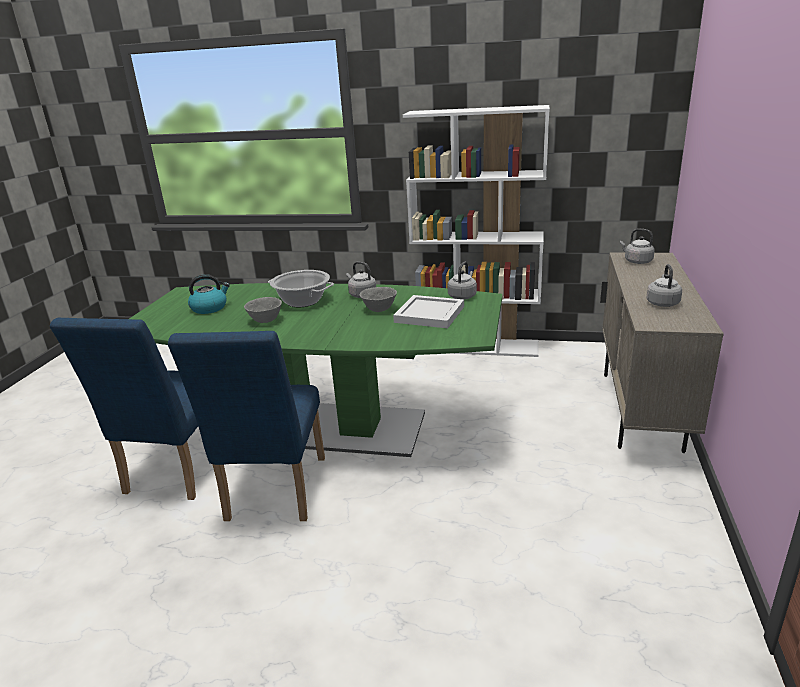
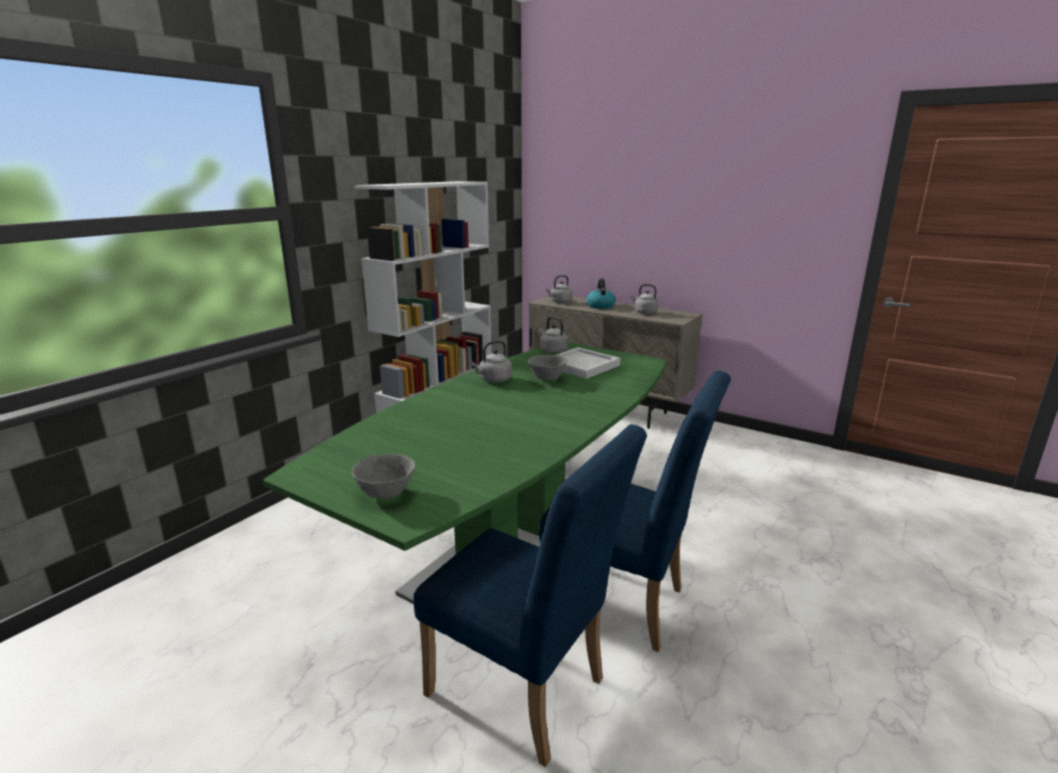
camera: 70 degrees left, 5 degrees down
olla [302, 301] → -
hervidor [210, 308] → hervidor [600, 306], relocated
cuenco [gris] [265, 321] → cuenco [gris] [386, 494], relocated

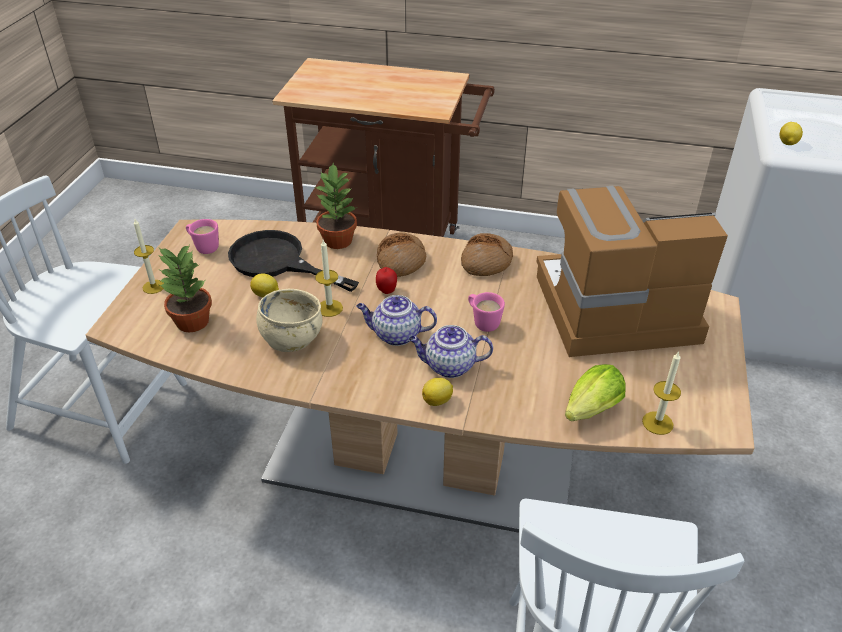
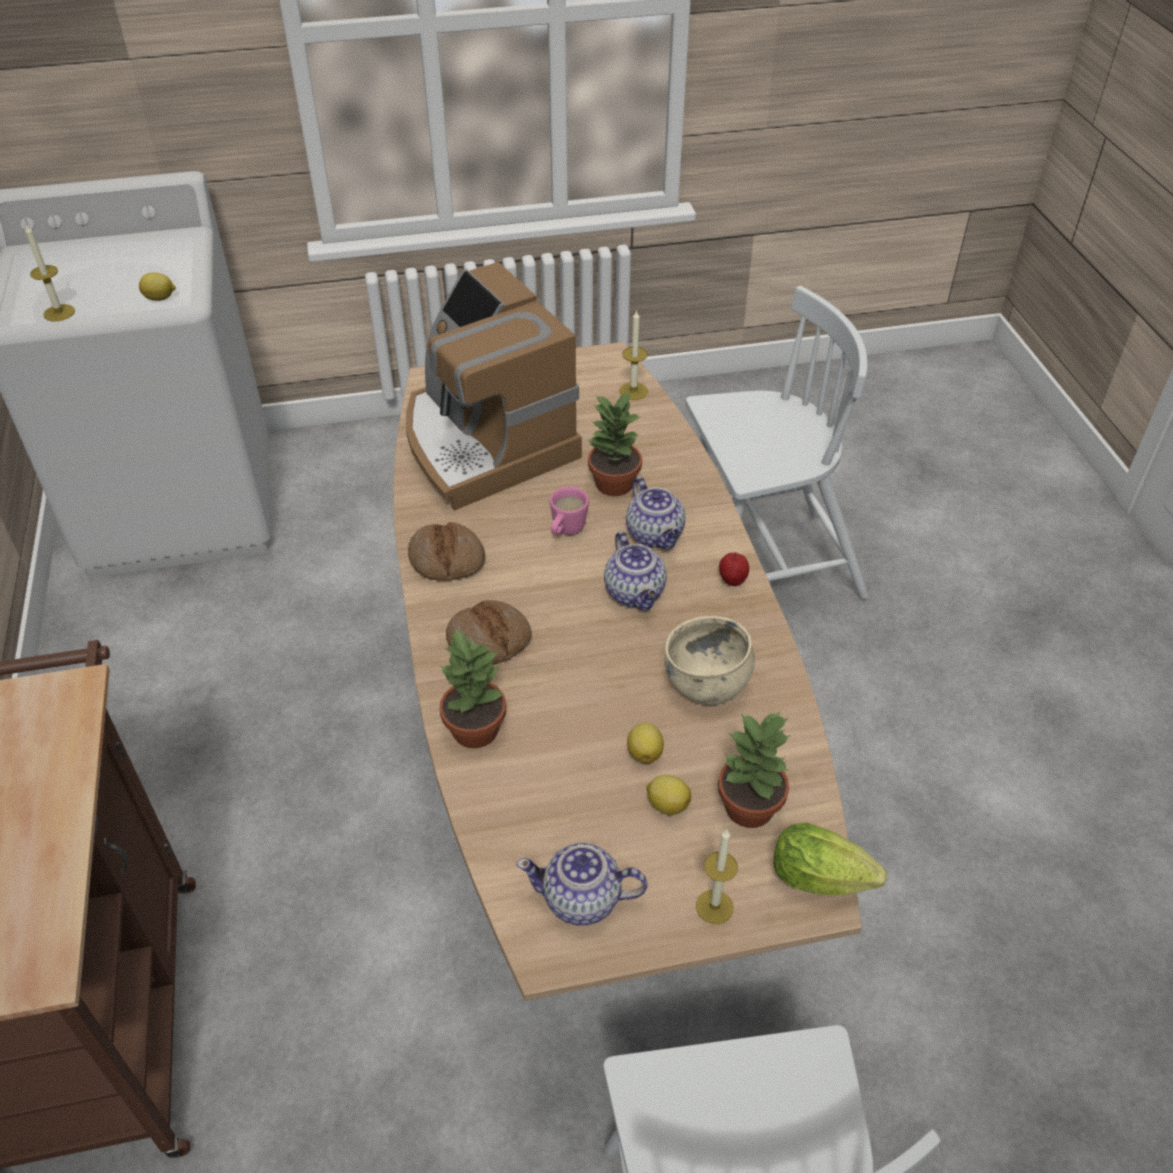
camera: 115 degrees left, 5 degrees up
sartén [negro] [278, 262] → -
- → planta en maceta [613, 484]
vela [329, 308] → vela [59, 313], relocated
manzana [386, 290] → manzana [732, 582], relocated
limón [438, 400] → limón [667, 804], relocated
lechuga [589, 412] → lechuga [825, 880], relocated
taza grande [rosa] [204, 247] → tetera [583, 900]

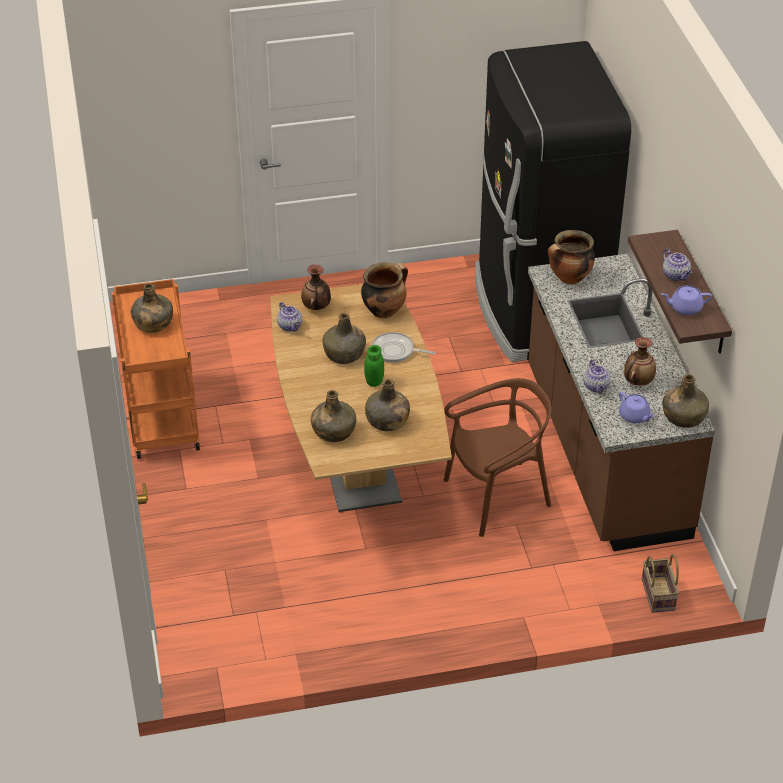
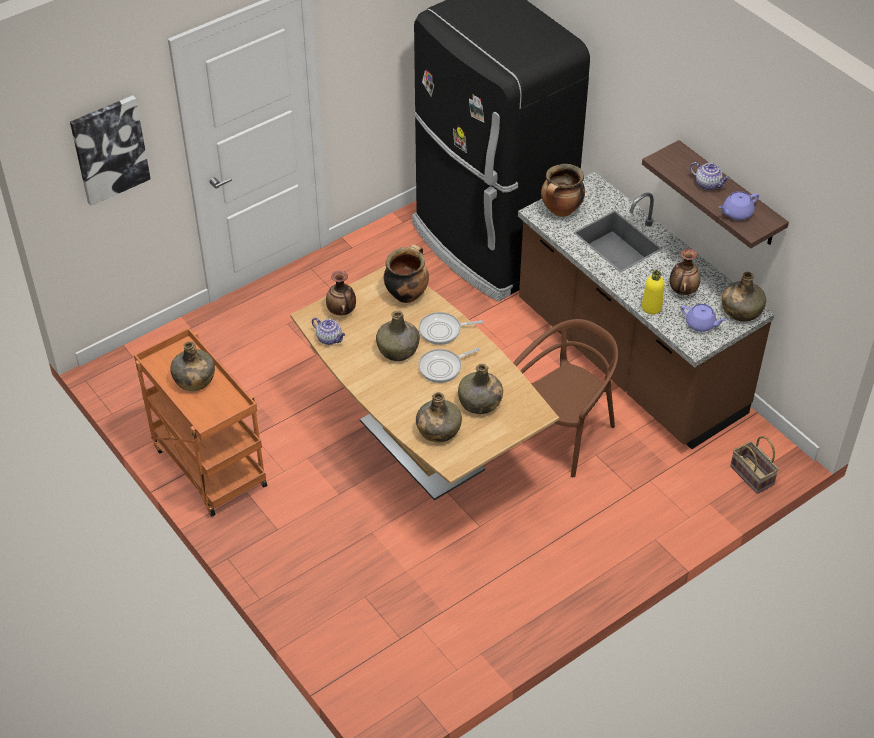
camera: 25 degrees left, 5 degrees up
- → cuadro [109, 149]
tarro [verde] [374, 381] → sartén [443, 367]
tetera [596, 387] → botella [amarillo] [651, 307]

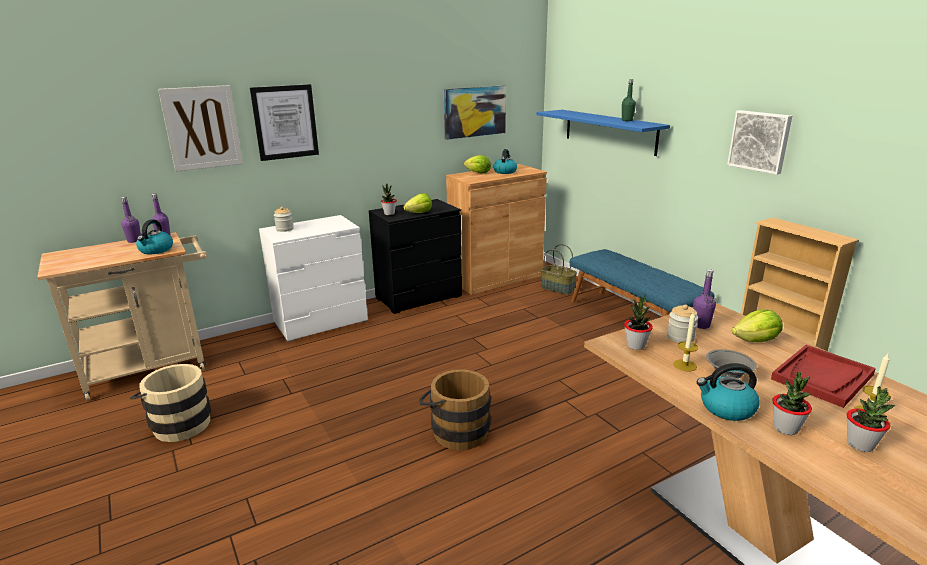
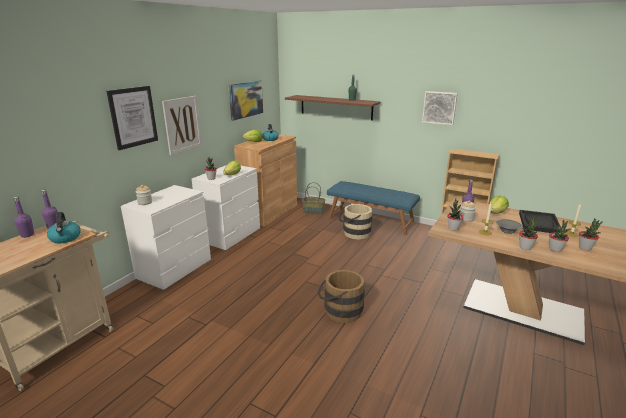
camera: 30 degrees left, 0 degrees up
cubo [beis] [179, 423] → cubo [beis] [354, 233], relocated
cuadro [202, 128] → cuadro [182, 124], relocated
hervidor [726, 408] → planta en maceta [525, 247]
cómoda [negro] [419, 297] → cómoda [blanco] [231, 236]
estante [azul] [609, 131] → estante [marrón] [336, 107]
bandeja [rojo] [822, 377] → bandeja [negro] [539, 223]

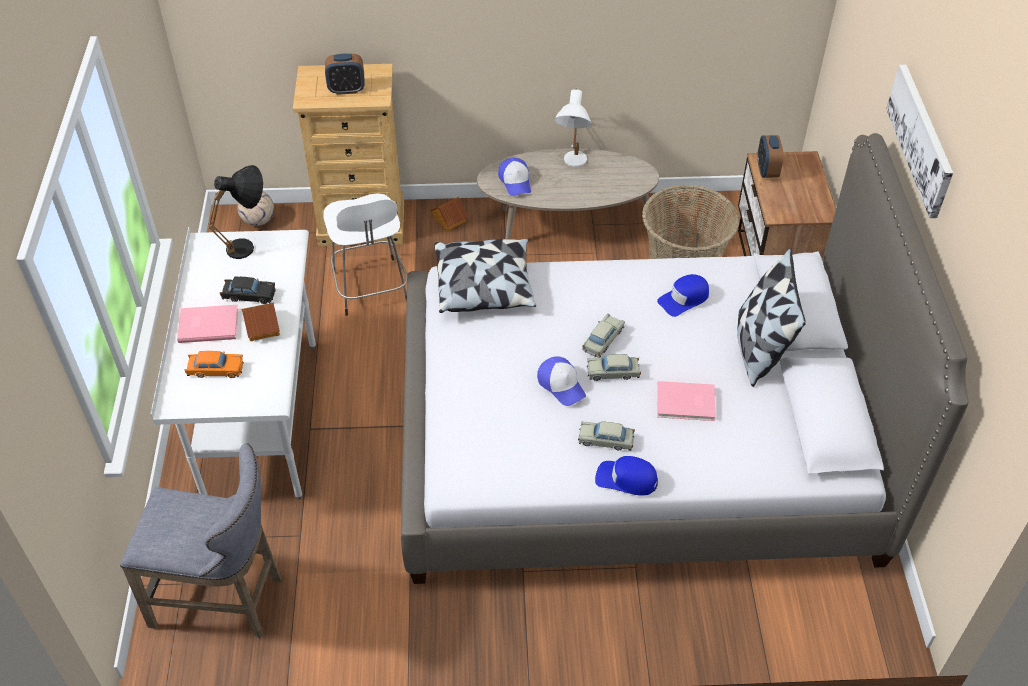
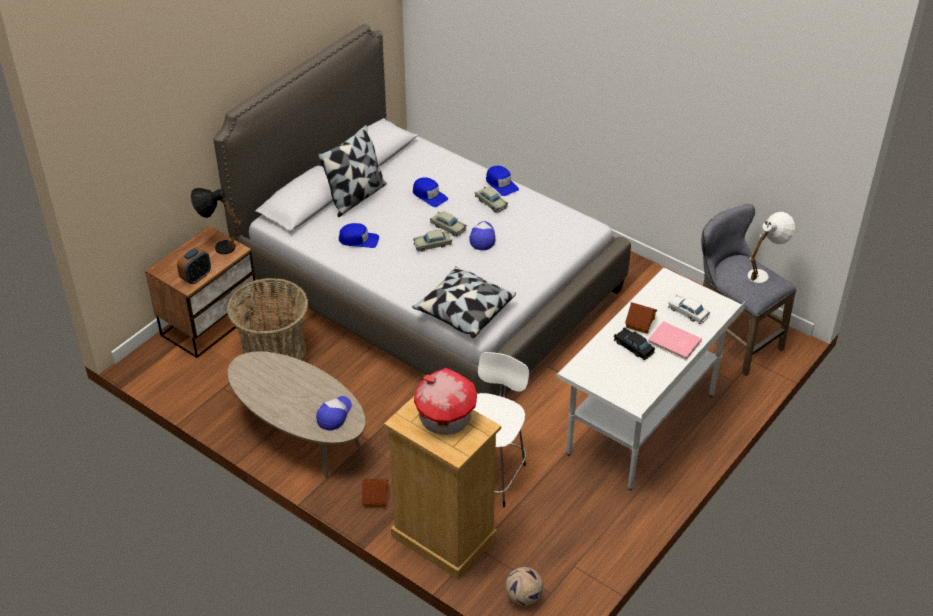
camera: 140 degrees left, 5 degrees down
cuadro [921, 138] → -
lámpara de mesa [negro] [250, 246] → lámpara de mesa [negro] [218, 246], relocated
lámpara de mesa [blanco] [572, 165] → lámpara de mesa [blanco] [764, 274], relocated
despertador [346, 89] → casita [444, 418]
libro [rosa] [686, 404] → gorra [azul] [429, 195]
coche de juguete [naranja] [215, 369] → coche de juguete [blanco] [688, 313]

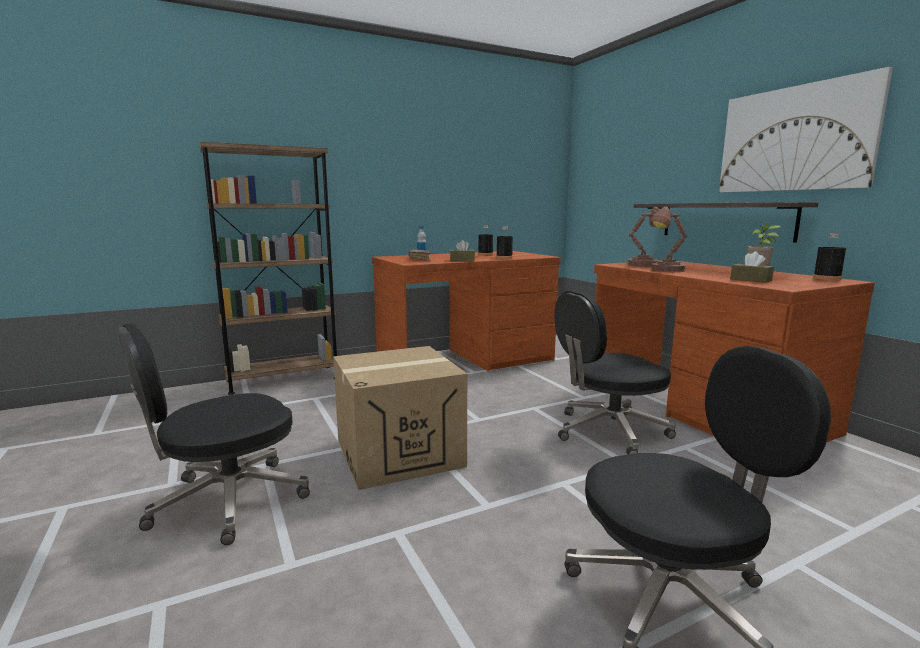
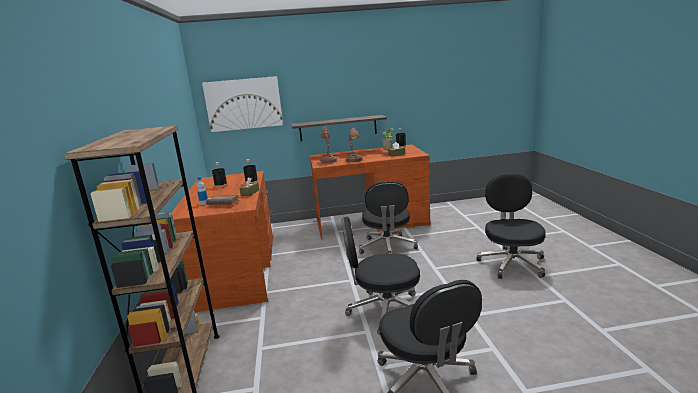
camera: 70 degrees left, 5 degrees up
cuadro [794, 139] → cuadro [243, 104], relocated
caja de cartón [399, 453] → silla de oficina [negro] [384, 310]

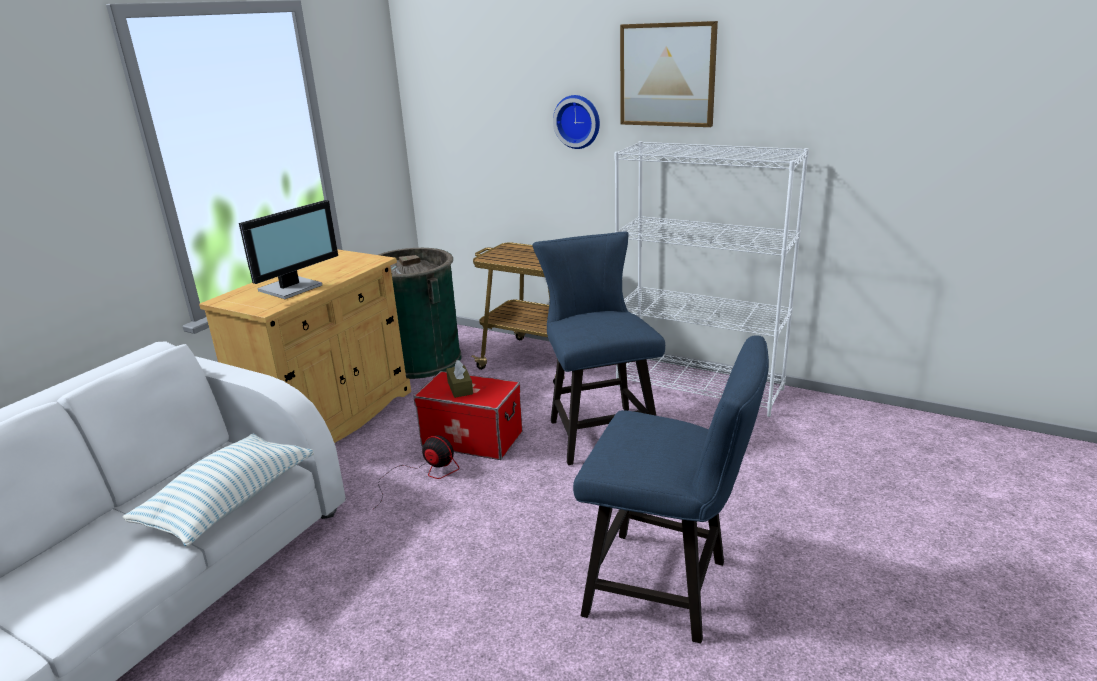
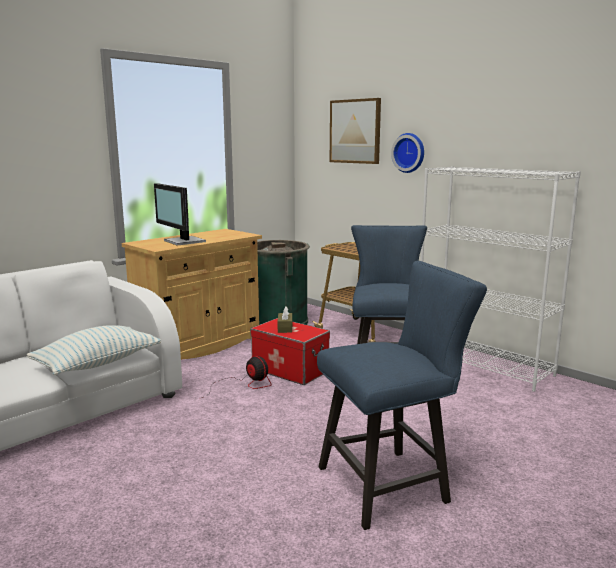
camera: 15 degrees right, 10 degrees down
cuadro [667, 75] → cuadro [355, 131], relocated
monitor [292, 288] → monitor [183, 241], 90 degrees clockwise
silla [azul] [667, 589] → silla [azul] [391, 483], 60 degrees counterclockwise

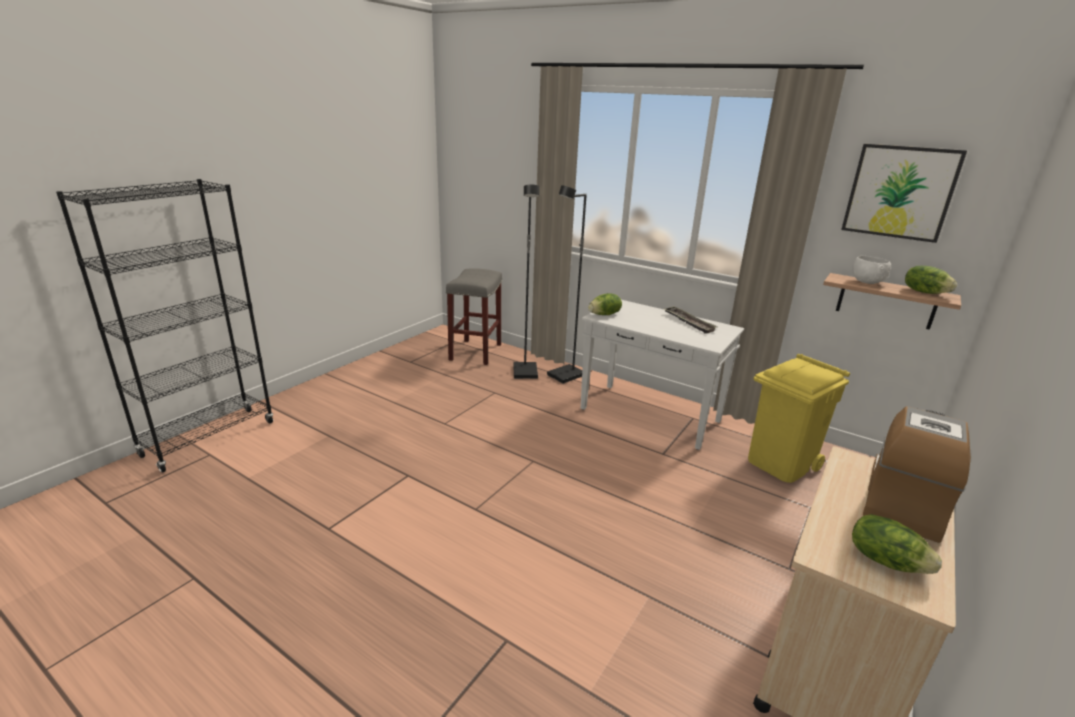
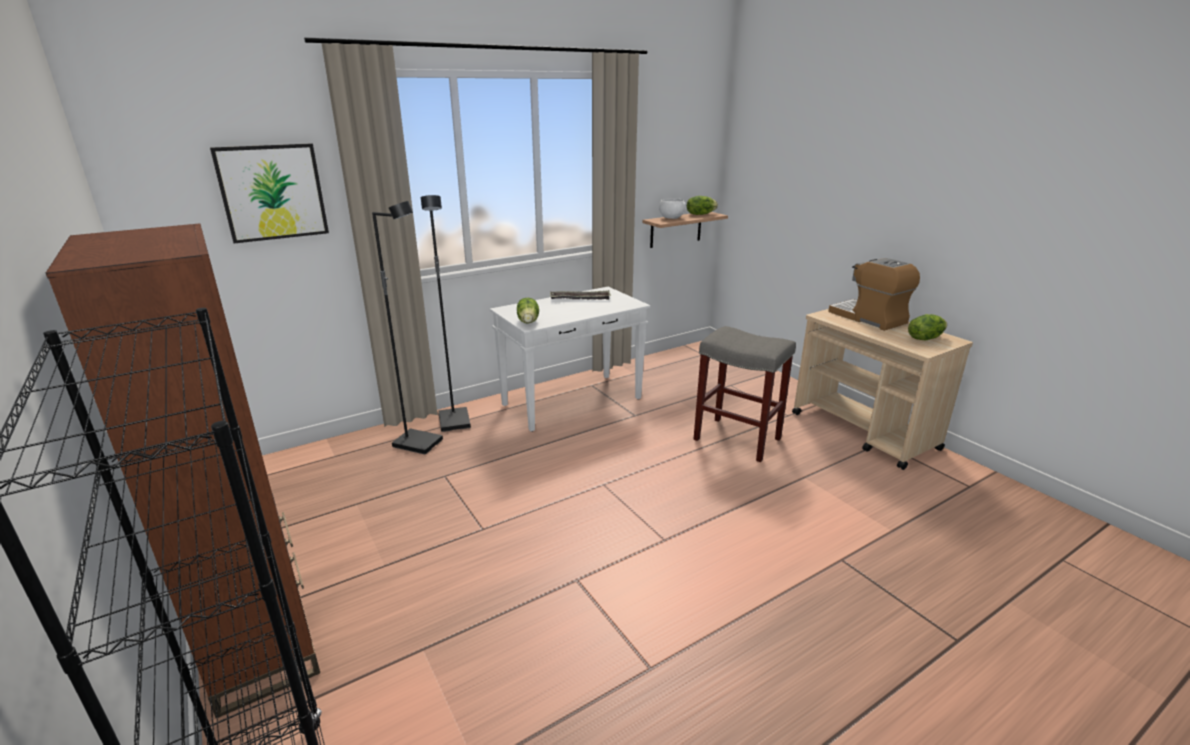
camera: 65 degrees left, 0 degrees up
papelera [amarillo] [781, 463] → -
- → estantería [marrón] [262, 647]
taburete [gris] [475, 351] → taburete [gris] [735, 439], relocated
cuadro [900, 192] → cuadro [272, 192], relocated

